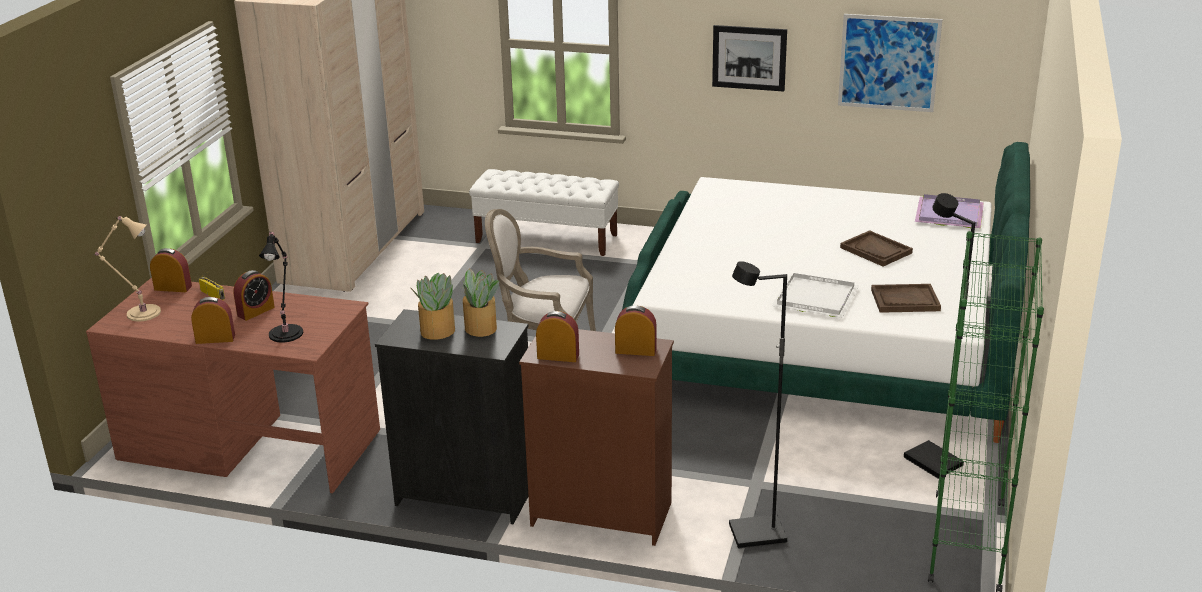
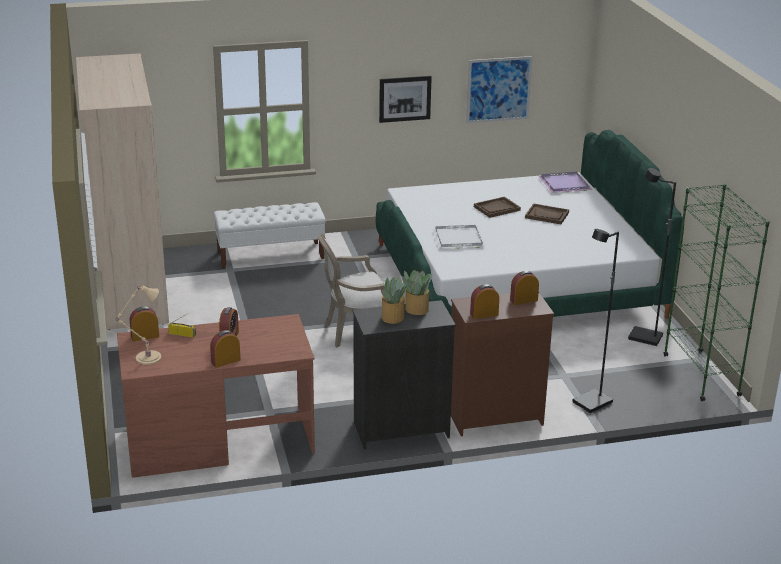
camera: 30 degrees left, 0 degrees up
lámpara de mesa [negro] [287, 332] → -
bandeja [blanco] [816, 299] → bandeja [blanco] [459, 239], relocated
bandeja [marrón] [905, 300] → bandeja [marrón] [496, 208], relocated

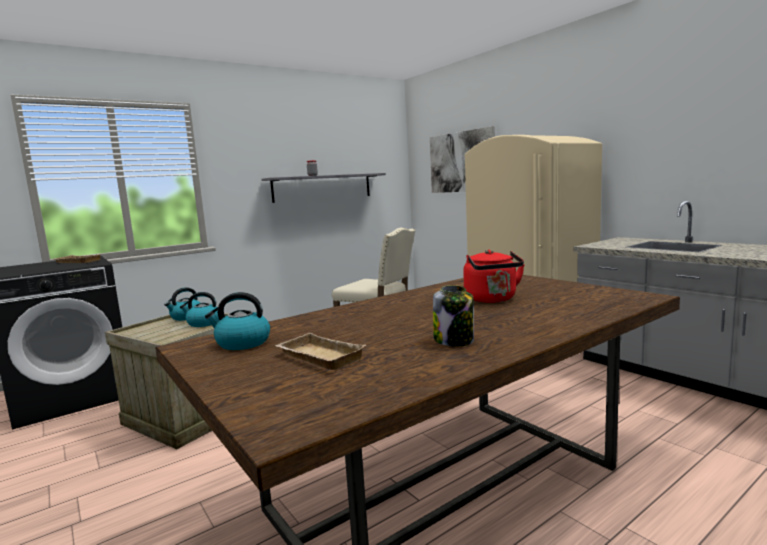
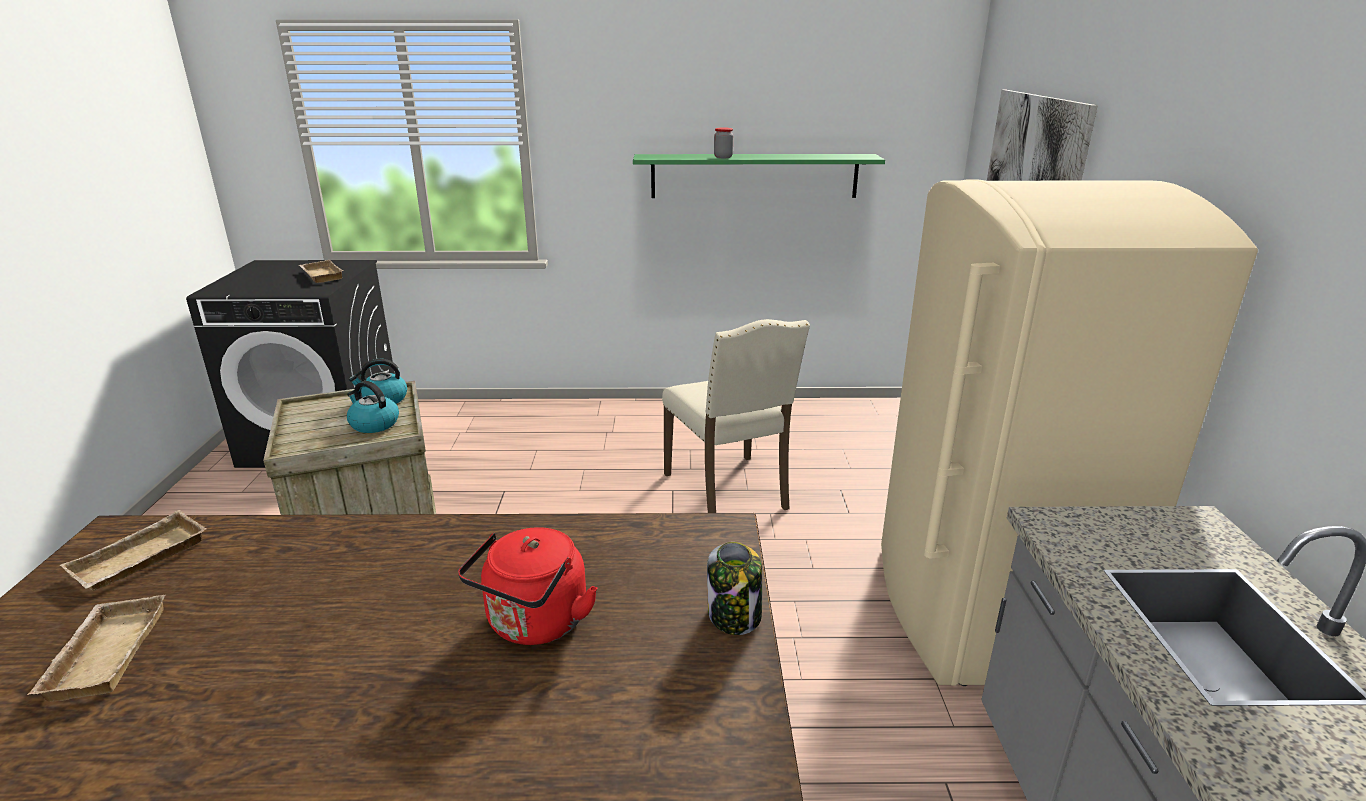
camera: 35 degrees right, 15 degrees up
tarro [454, 340] → tarro [735, 616], relocated
hervidor [242, 343] → bandeja [beis] [140, 560]
estante [gris] [323, 187] → estante [verde] [754, 176]

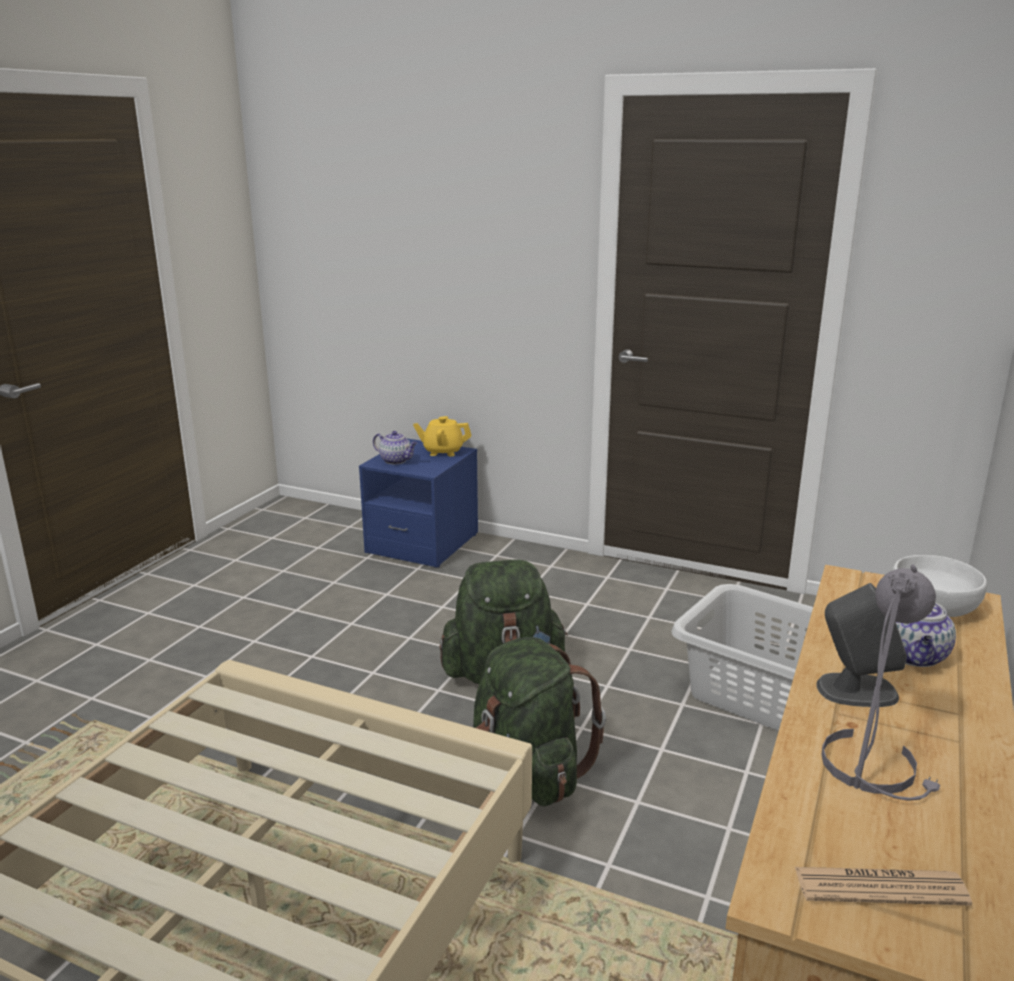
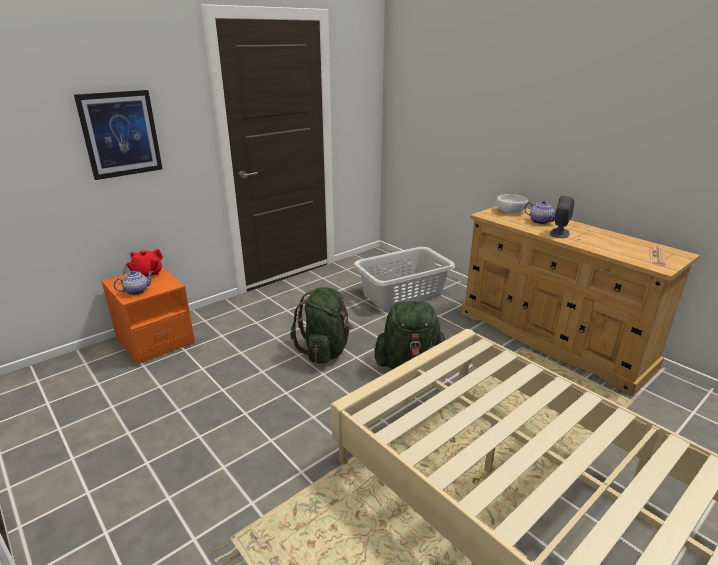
camera: 65 degrees left, 5 degrees up
lámpara de mesa [gris] [875, 766] → -
- → cuadro [120, 134]
mesita de noche [azul] [422, 543] → mesita de noche [naranja] [155, 340]
tetera [amarillo] [443, 451] → tetera [rojo] [147, 274]

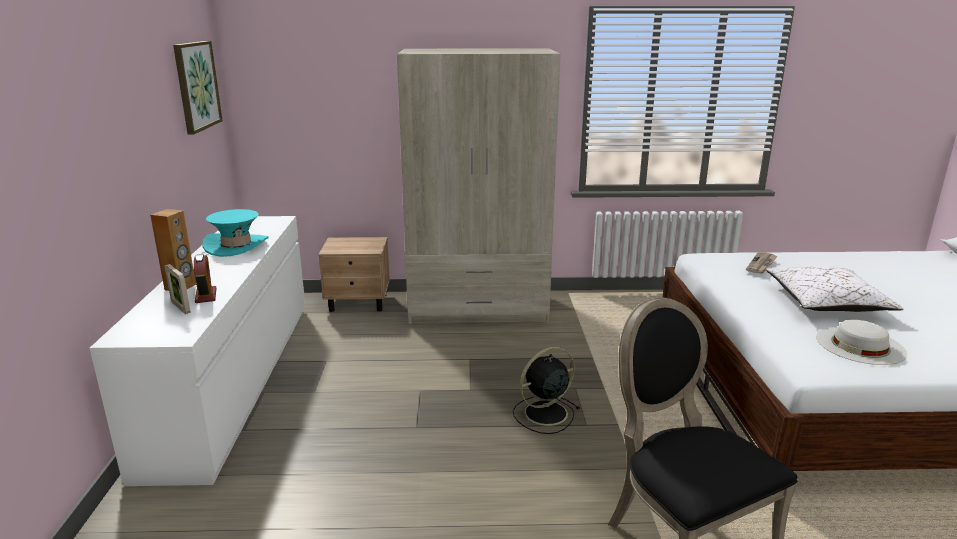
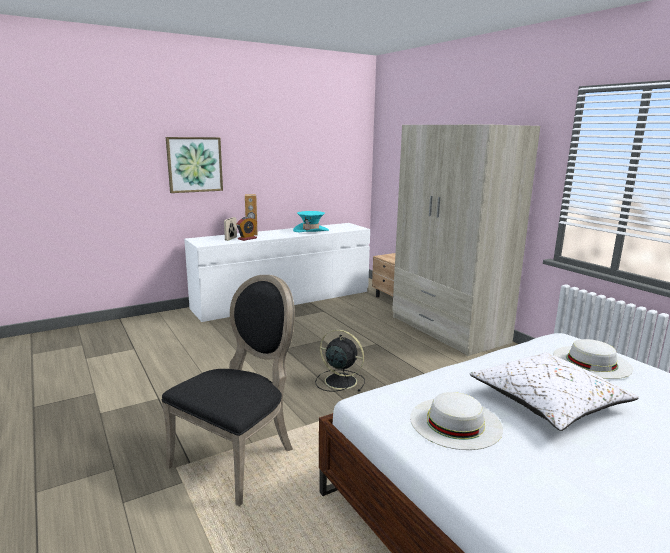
camera: 60 degrees right, 5 degrees down
cuadro [196, 86] → cuadro [194, 164], relocated
periódico [761, 264] → sombrero [blanco] [591, 361]

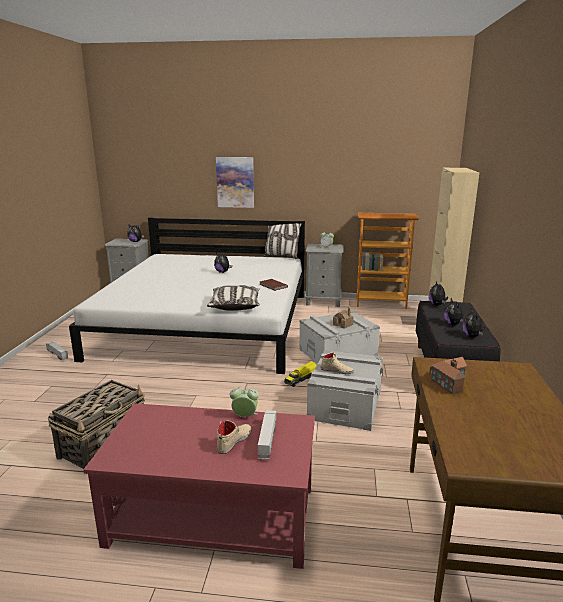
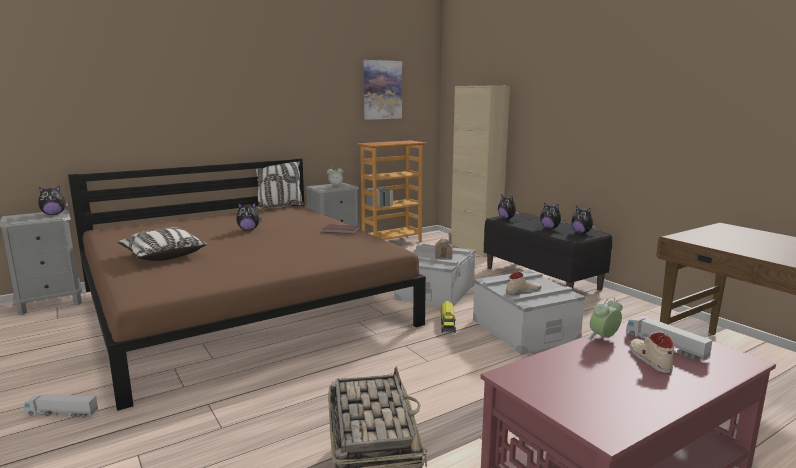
camera: 40 degrees left, 5 degrees down
casita [448, 381] → -
cojín [235, 306] → cojín [163, 255], relocated
cuadro [235, 182] → cuadro [382, 90], relocated
cama [blanco] [207, 324] → cama [marrón] [242, 306]

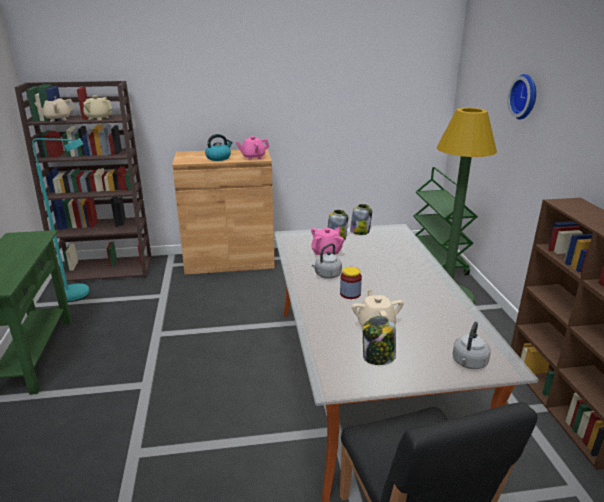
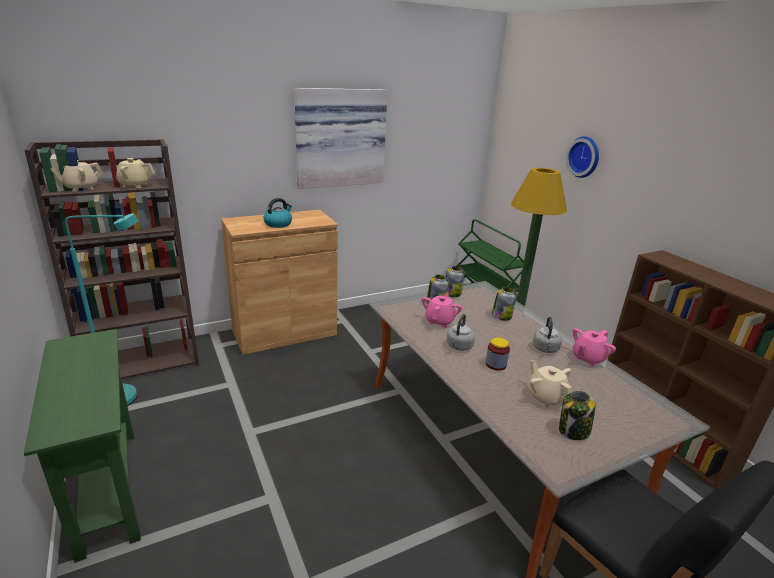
camera: 20 degrees left, 0 degrees up
- → cuadro [340, 138]
- → tarro [502, 316]
tetera [rosa] [253, 157] → tetera [rosa] [588, 358], relocated
hervidor [gris] [469, 363] → hervidor [gris] [545, 349], relocated

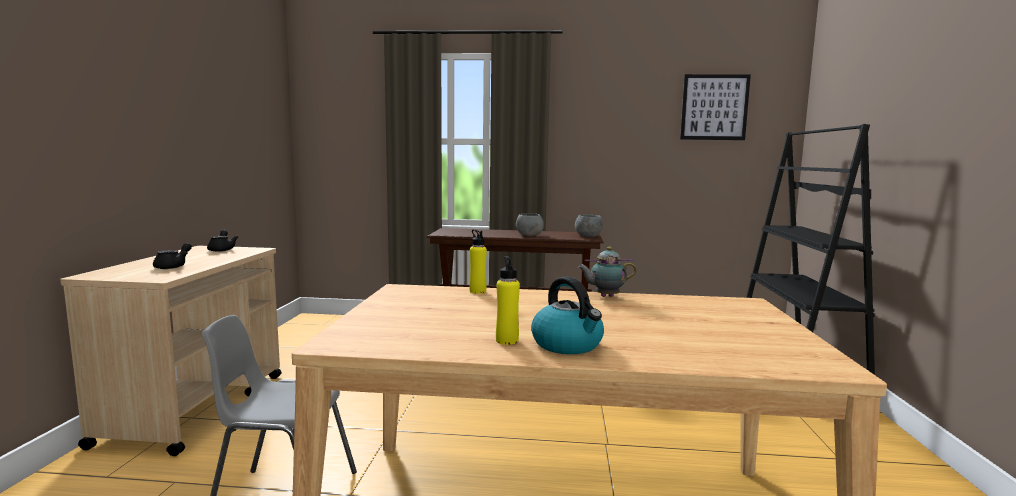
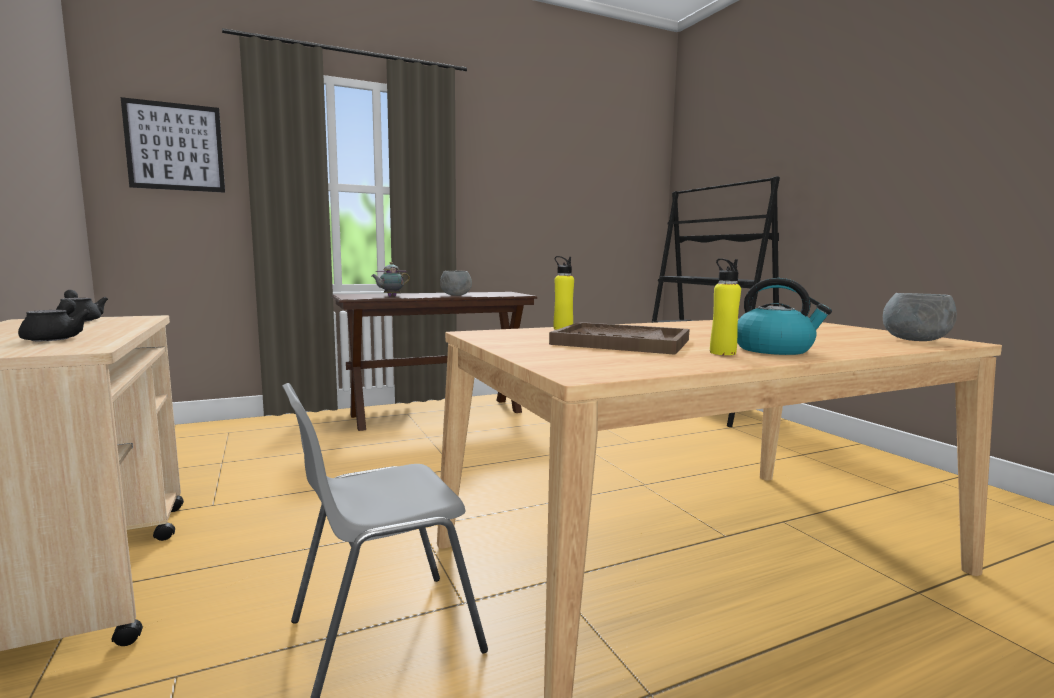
camera: 30 degrees left, 0 degrees up
- → bandeja [marrón] [620, 342]
cuenco [gris] [588, 236] → cuenco [gris] [915, 340], relocated
tetera [605, 296] → tetera [390, 296], relocated
cuadro [714, 107] → cuadro [175, 147], relocated

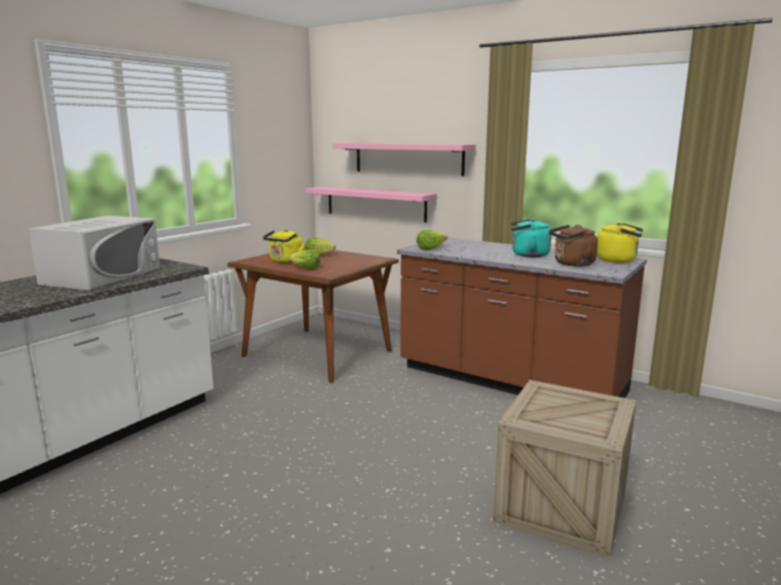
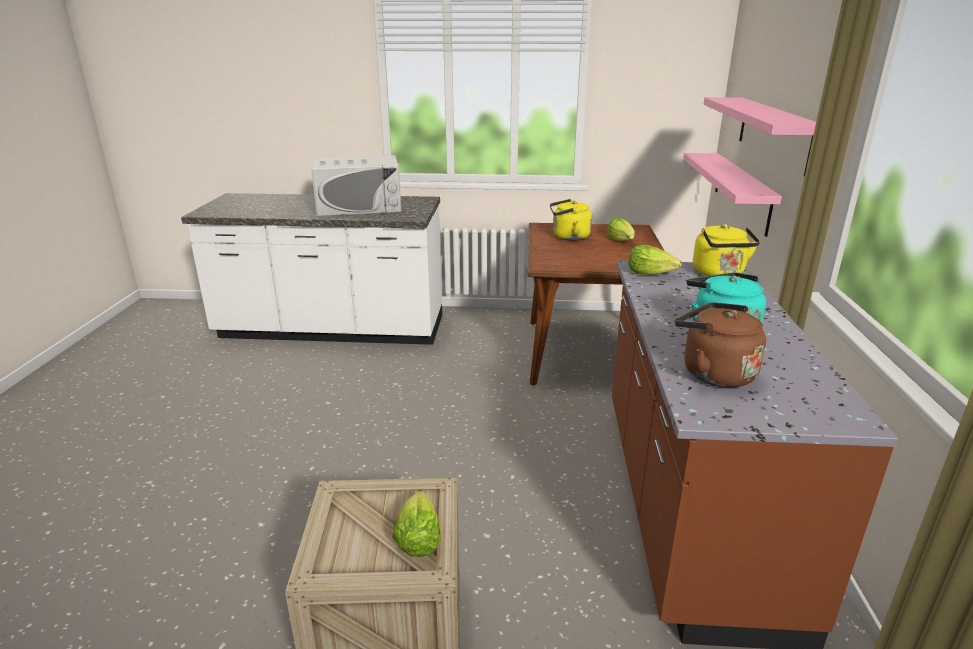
camera: 60 degrees right, 10 degrees up
lechuga [305, 268] → lechuga [417, 538], relocated
hervidor [amarillo] [618, 260] → hervidor [amarillo] [720, 274], relocated

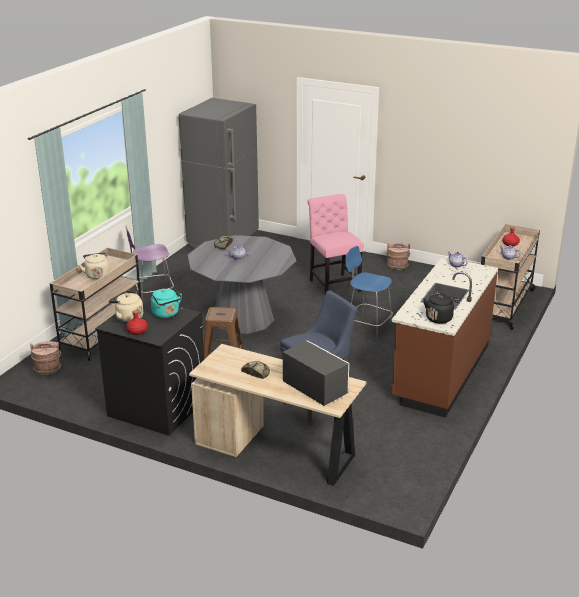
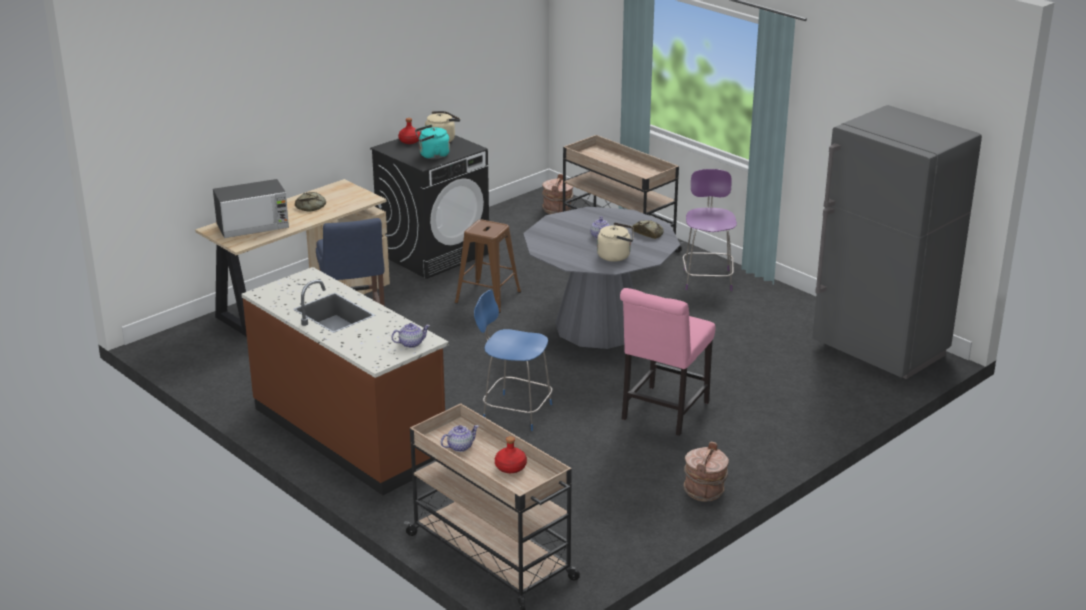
camera: 110 degrees right, 0 degrees up
hervidor [negro] [439, 318] → -
hervidor [beis] [97, 275] → hervidor [beis] [616, 256], relocated
silla [rosa] [333, 285] → silla [rosa] [662, 413], 120 degrees clockwise
silla [azul] [367, 325] → silla [azul] [515, 411], 120 degrees counterclockwise

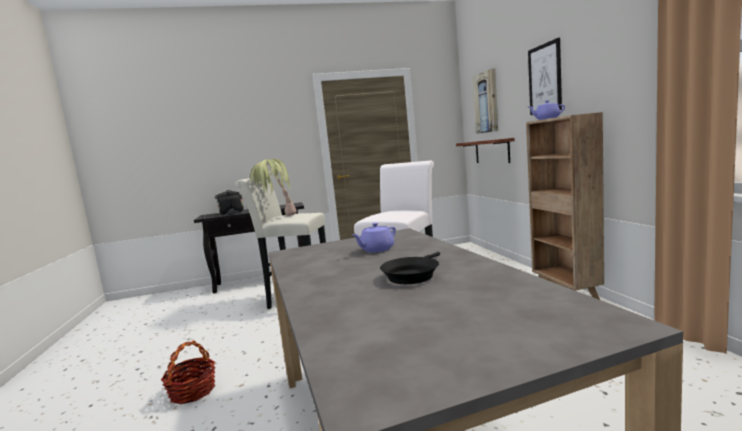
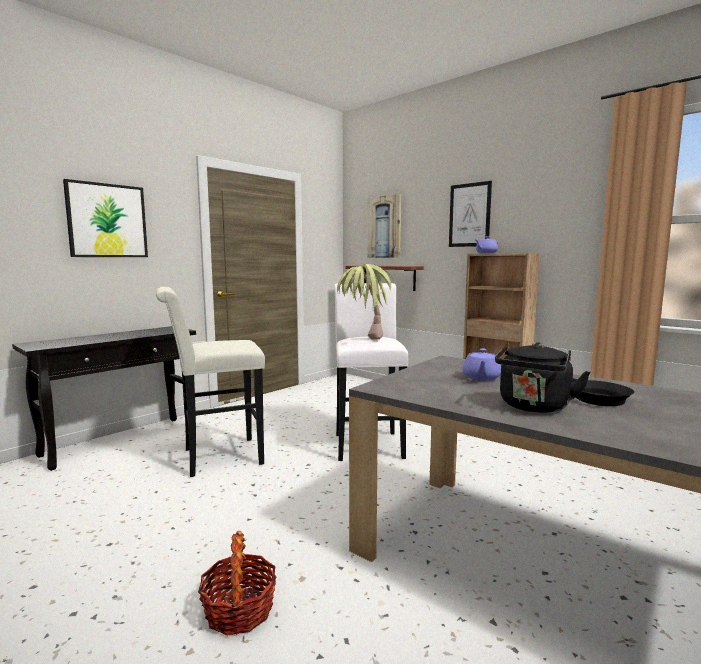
camera: 35 degrees left, 0 degrees up
- → cuadro [107, 221]
hervidor [negro] [230, 213] → hervidor [negro] [533, 407], relocated
planta en maceta [277, 217] → planta en maceta [364, 342], relocated

